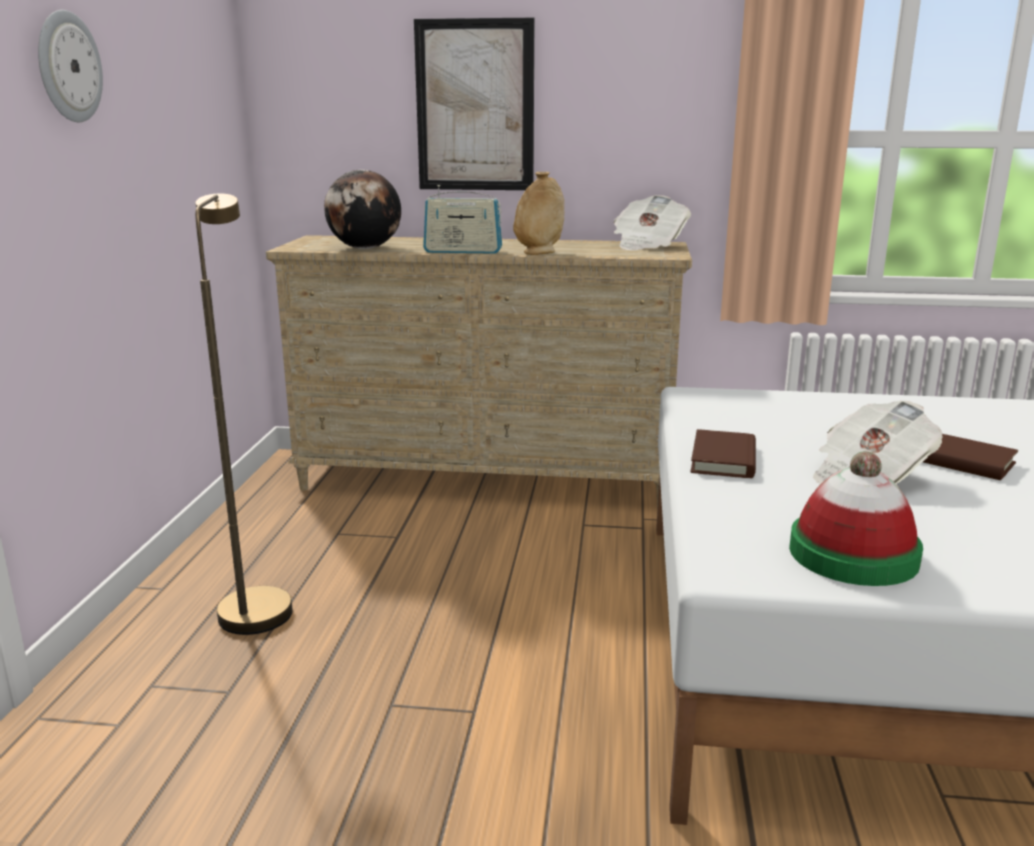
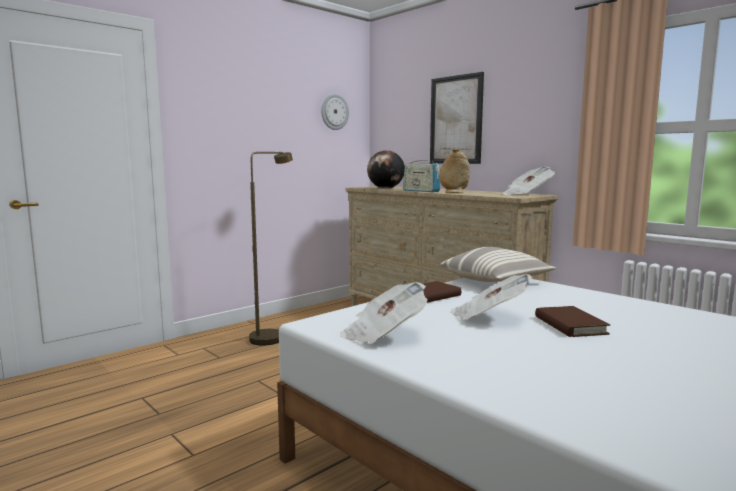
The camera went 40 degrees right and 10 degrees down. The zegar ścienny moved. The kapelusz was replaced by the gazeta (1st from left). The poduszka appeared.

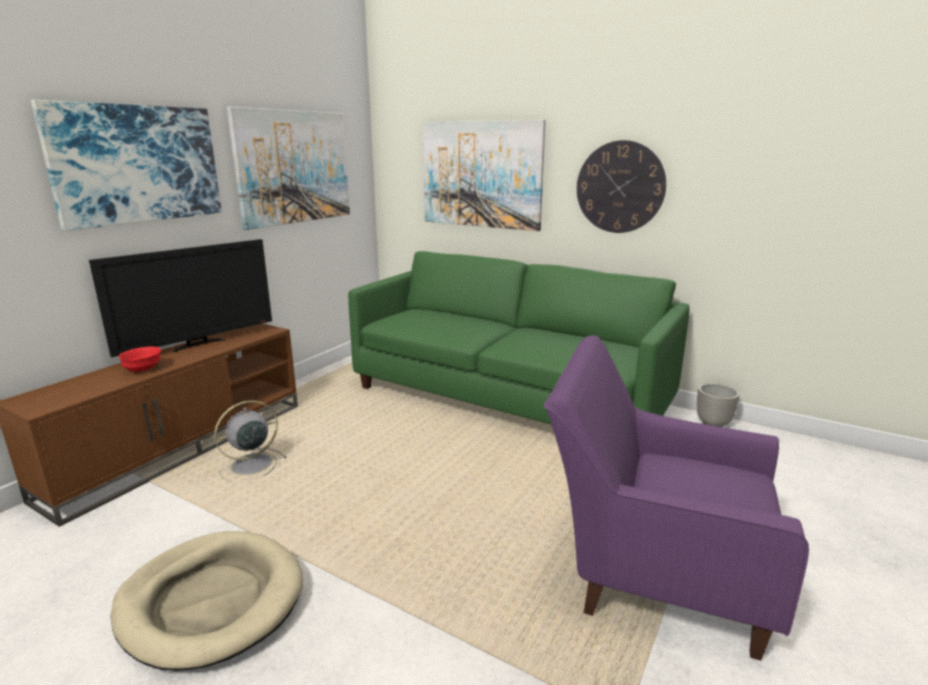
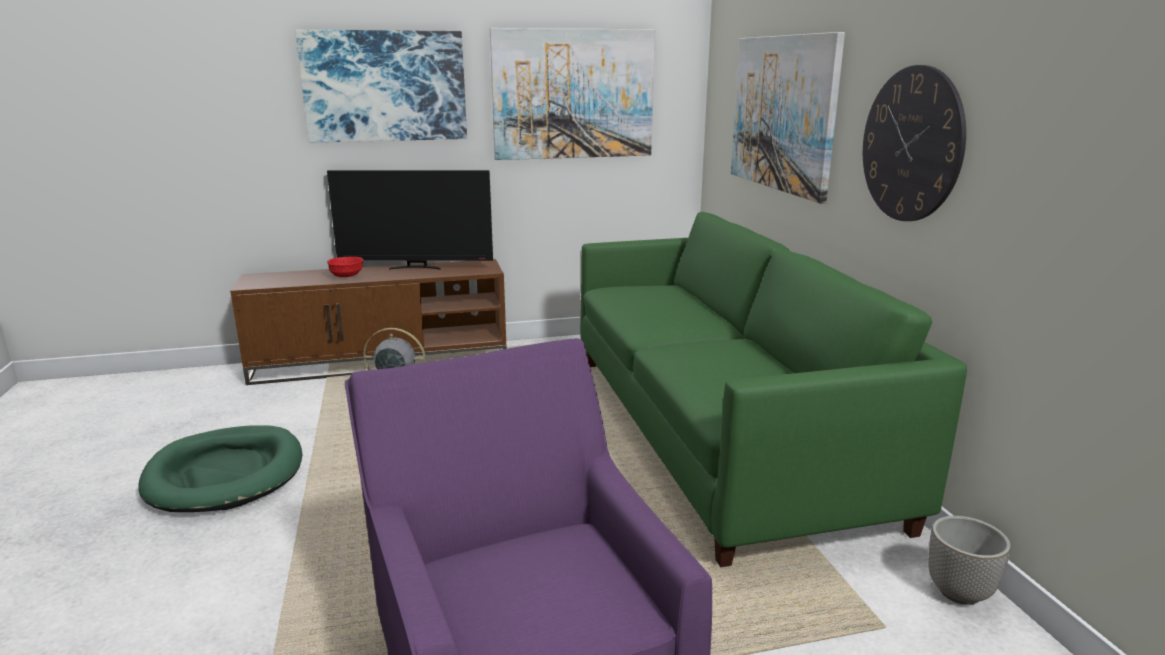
The camera went 45 degrees right and 0 degrees up. The legowisko [beżowy] became the legowisko [zielony].

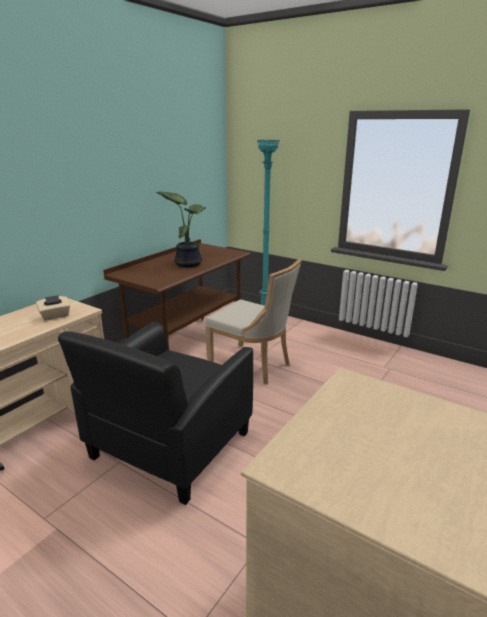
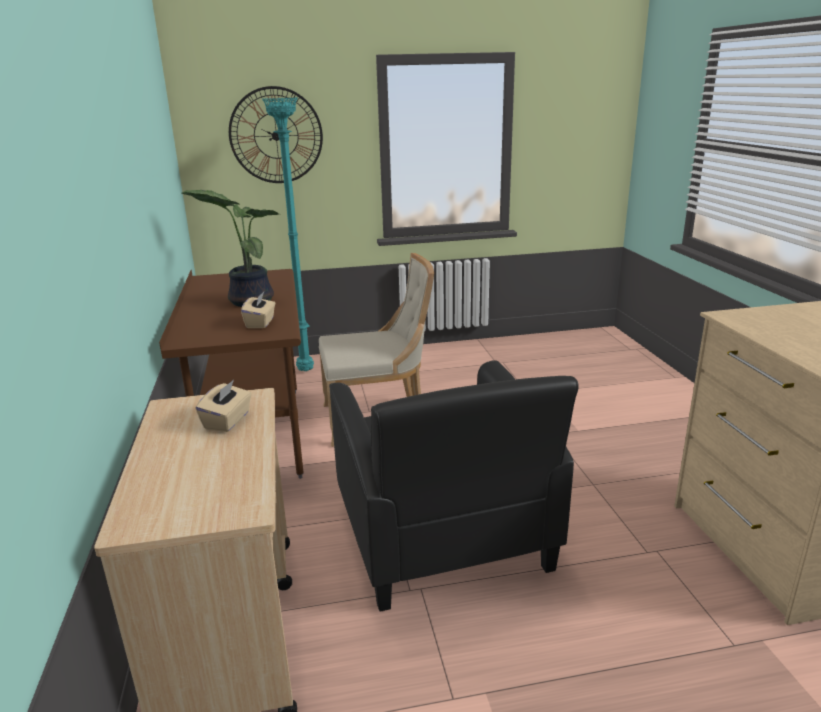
The camera went 45 degrees left and 0 degrees up. The zegar ścienny appeared. The pudełko chusteczek [beżowy] (2nd from left) appeared.

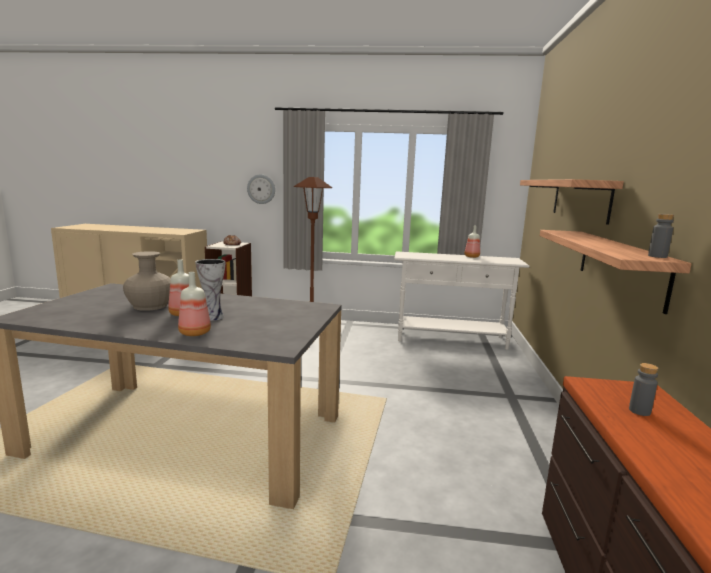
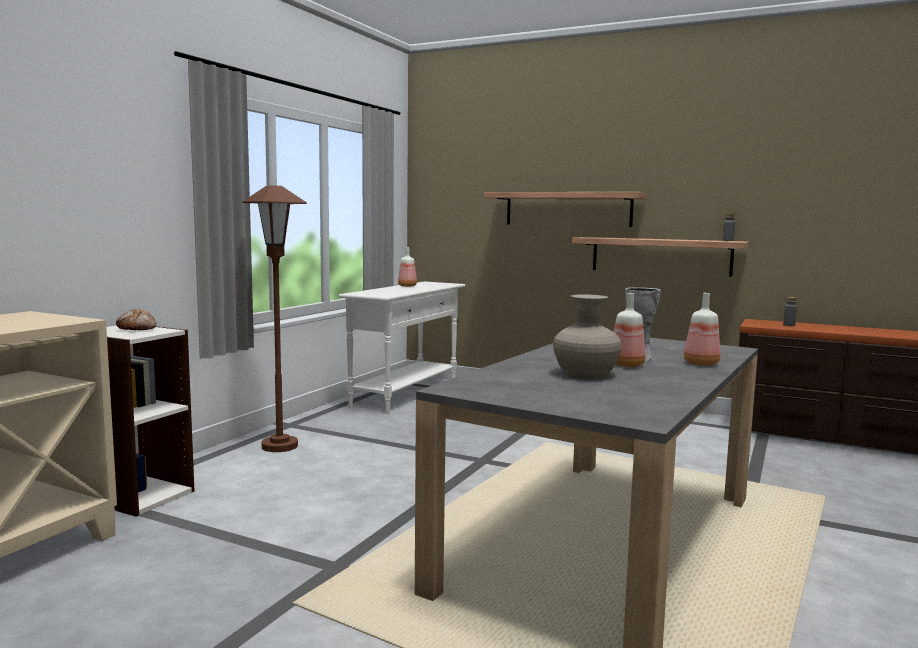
The camera went 70 degrees left and 5 degrees down. The zegar ścienny disappeared.

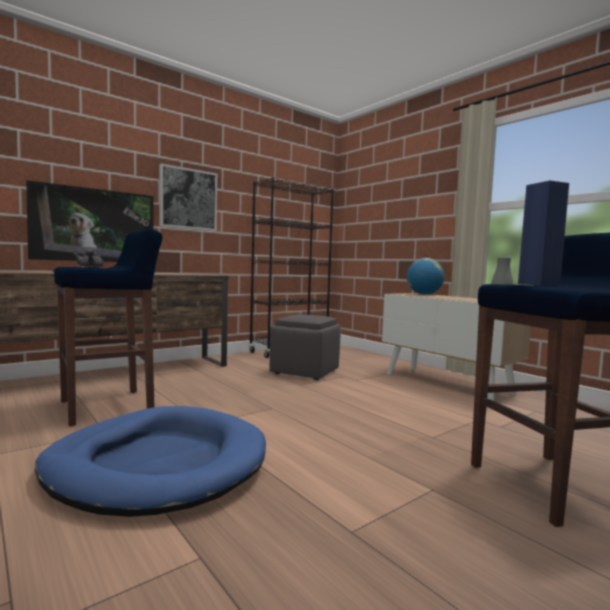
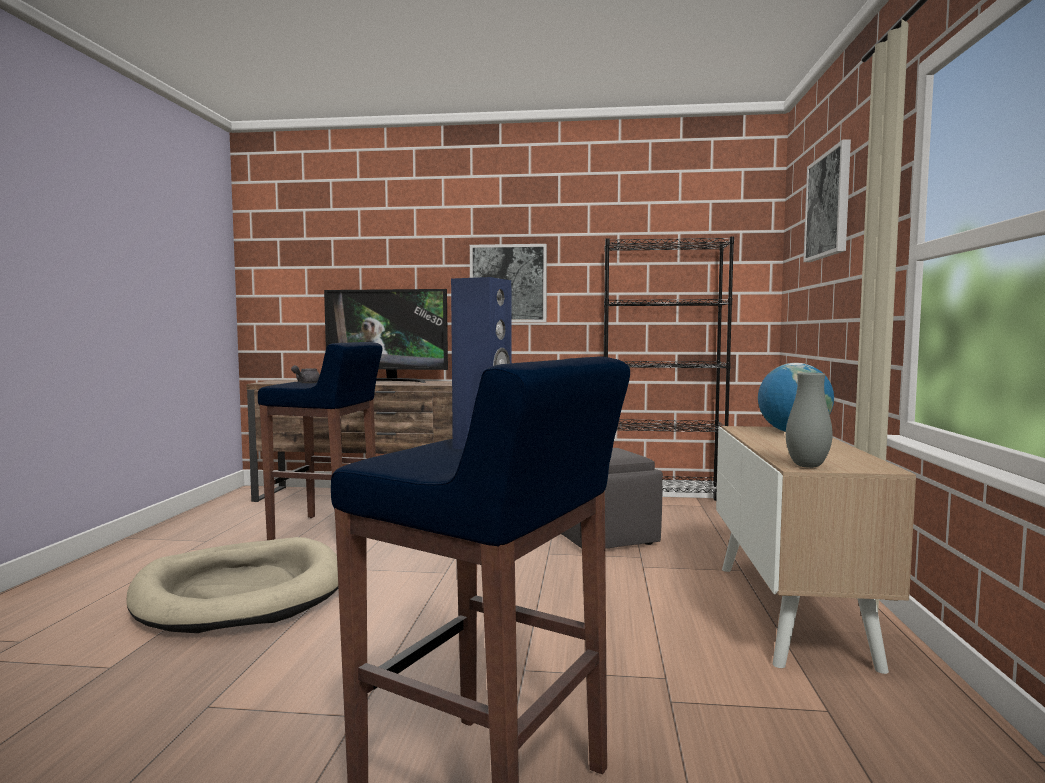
The camera went 45 degrees right and 0 degrees up. The legowisko [niebieski] became the legowisko [beżowy]. The obraz (2nd from left) appeared.

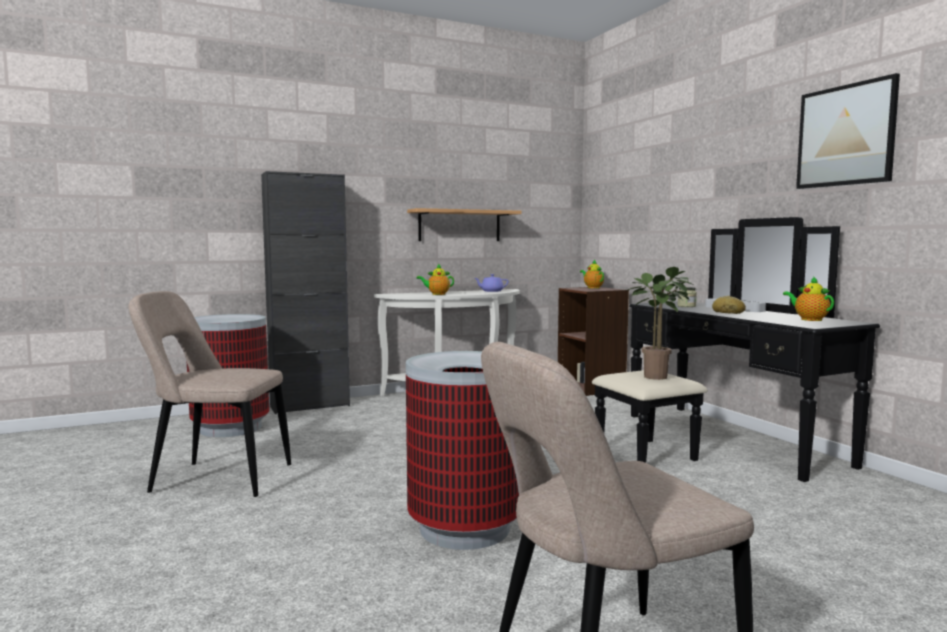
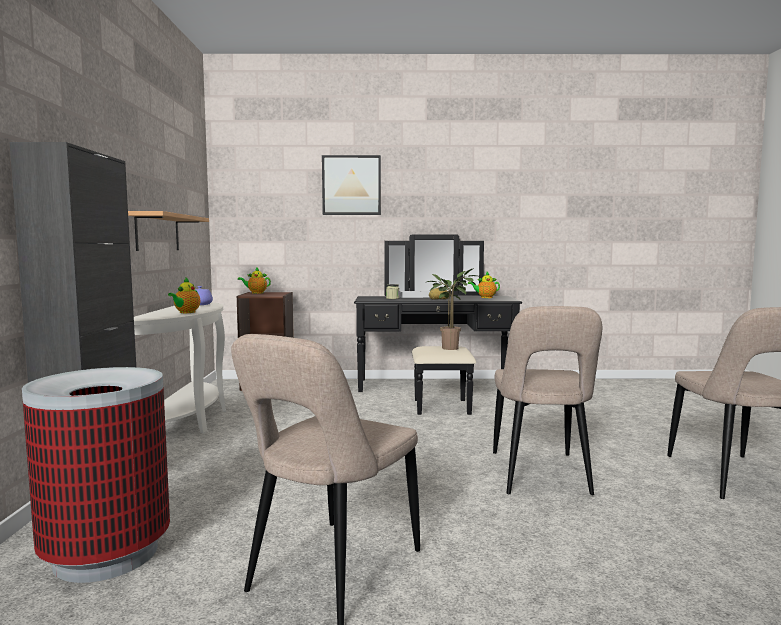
The camera went 65 degrees left and 0 degrees up. The obraz moved. The kosz na śmieci (2nd from left) was replaced by the krzesło [beżowy] (2nd from left).

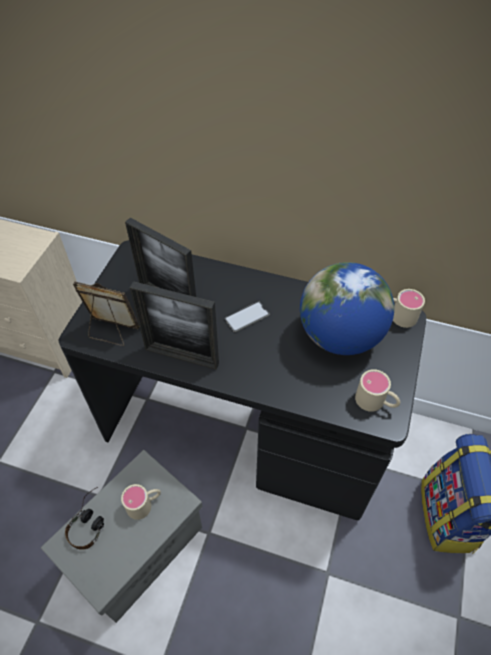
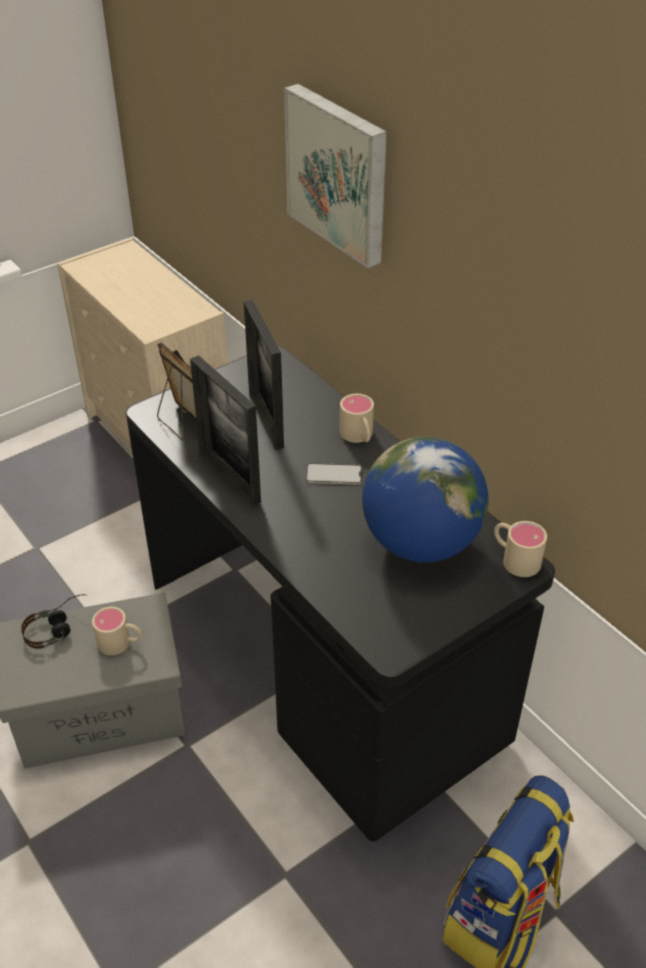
The camera went 35 degrees right and 10 degrees down. The kubek [beżowy] (2nd from left) moved. The obraz appeared.

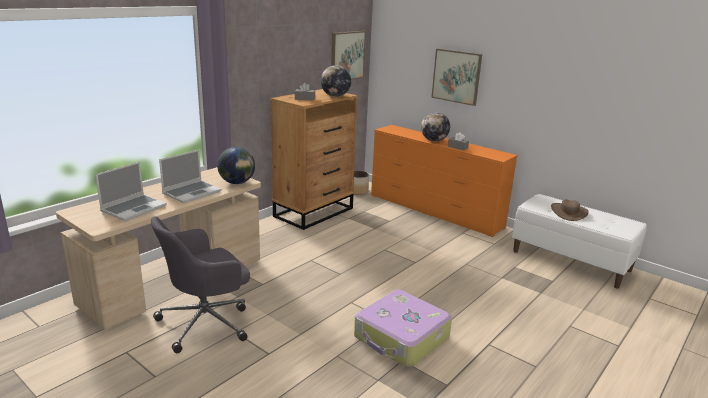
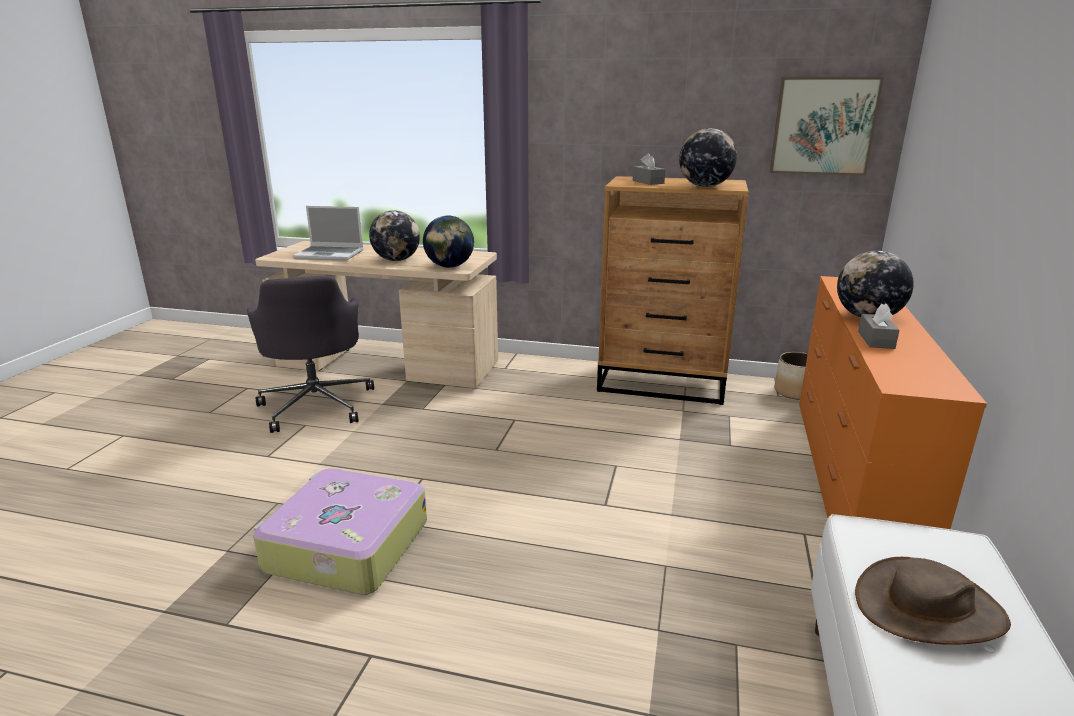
The camera went 65 degrees right and 0 degrees up. The obraz (2nd from left) disappeared. The laptop (2nd from left) was replaced by the globus (1st from left). The krzesło biurowe [szary] turned 135 degrees counterclockwise.

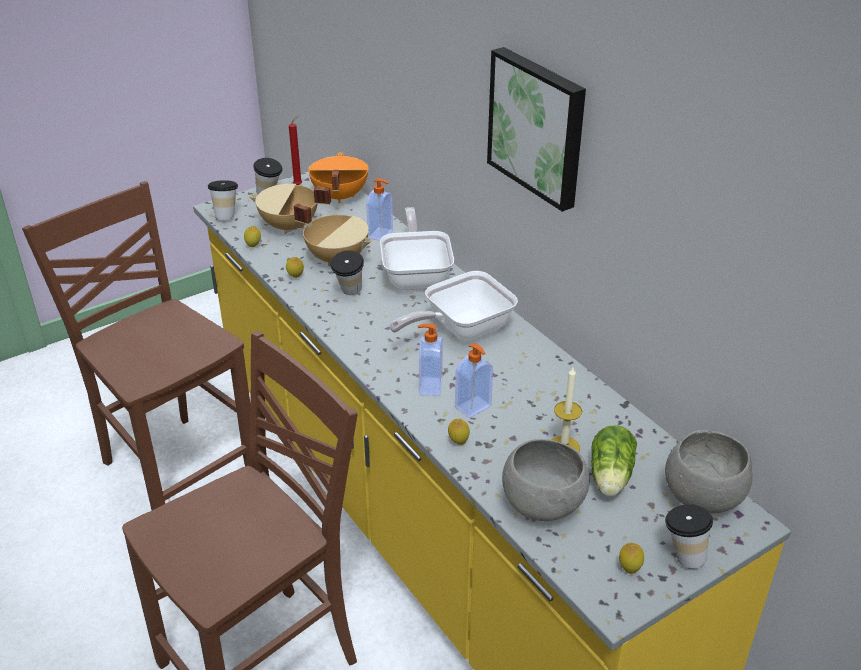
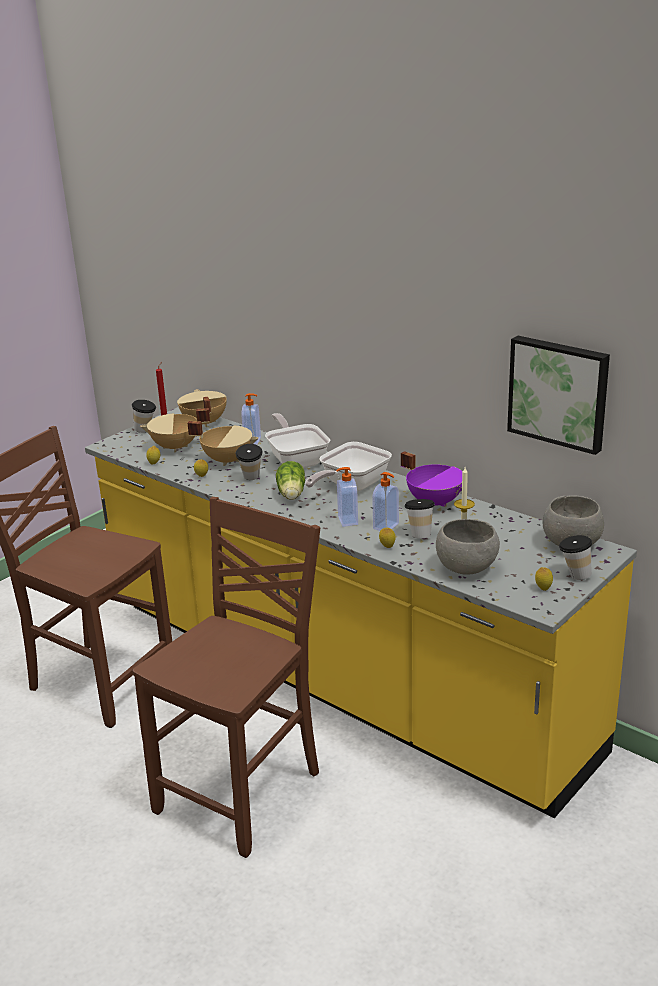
The camera went 15 degrees left and 10 degrees down. The obraz moved. The garnek [pomarańczowy] became the garnek [beżowy] (2nd from left). The filiżanka (1st from left in the first image) moved. The sałata moved. The garnek [fioletowy] appeared.

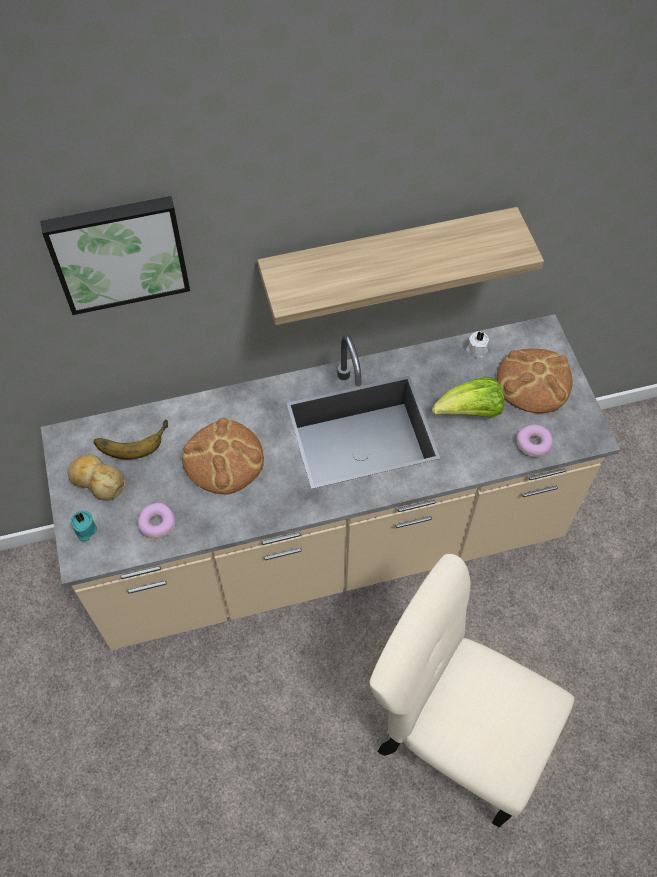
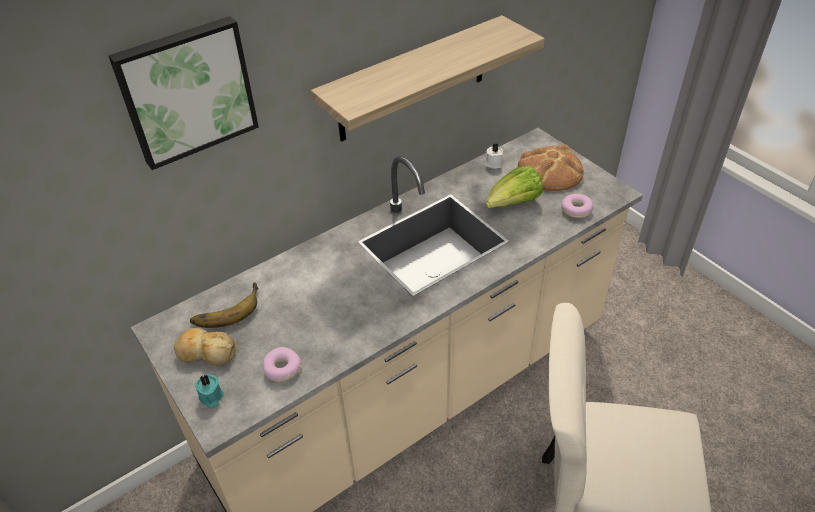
The camera went 20 degrees left and 15 degrees down. The chleb (2nd from left) disappeared.

